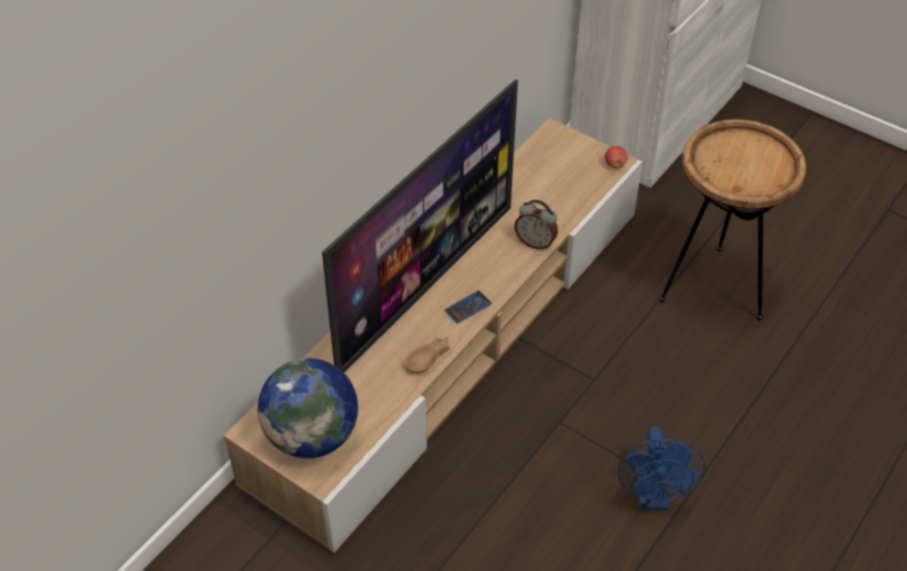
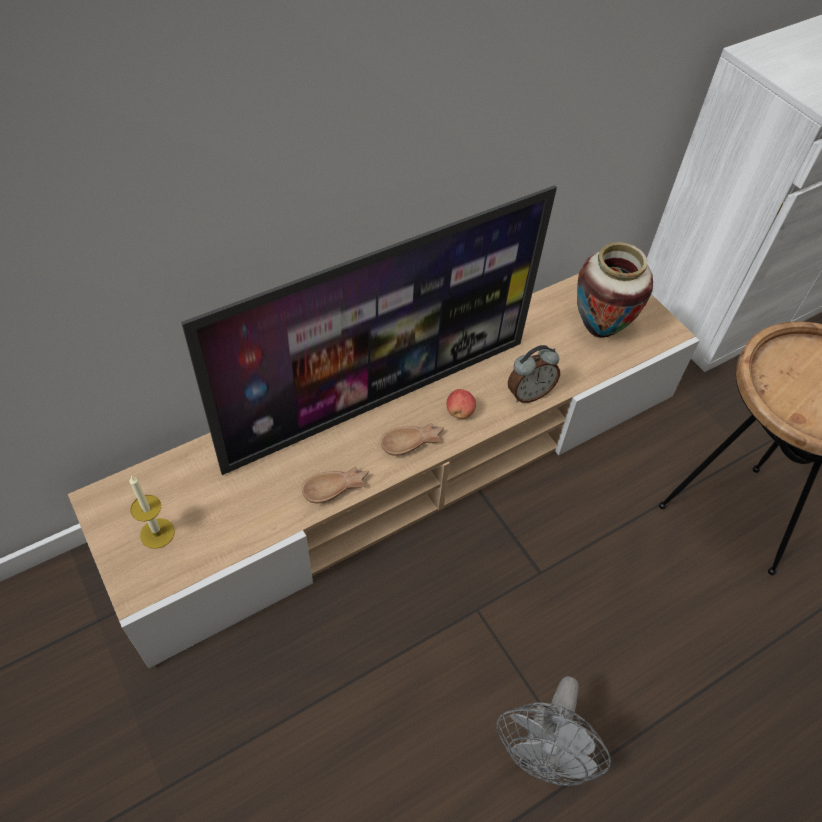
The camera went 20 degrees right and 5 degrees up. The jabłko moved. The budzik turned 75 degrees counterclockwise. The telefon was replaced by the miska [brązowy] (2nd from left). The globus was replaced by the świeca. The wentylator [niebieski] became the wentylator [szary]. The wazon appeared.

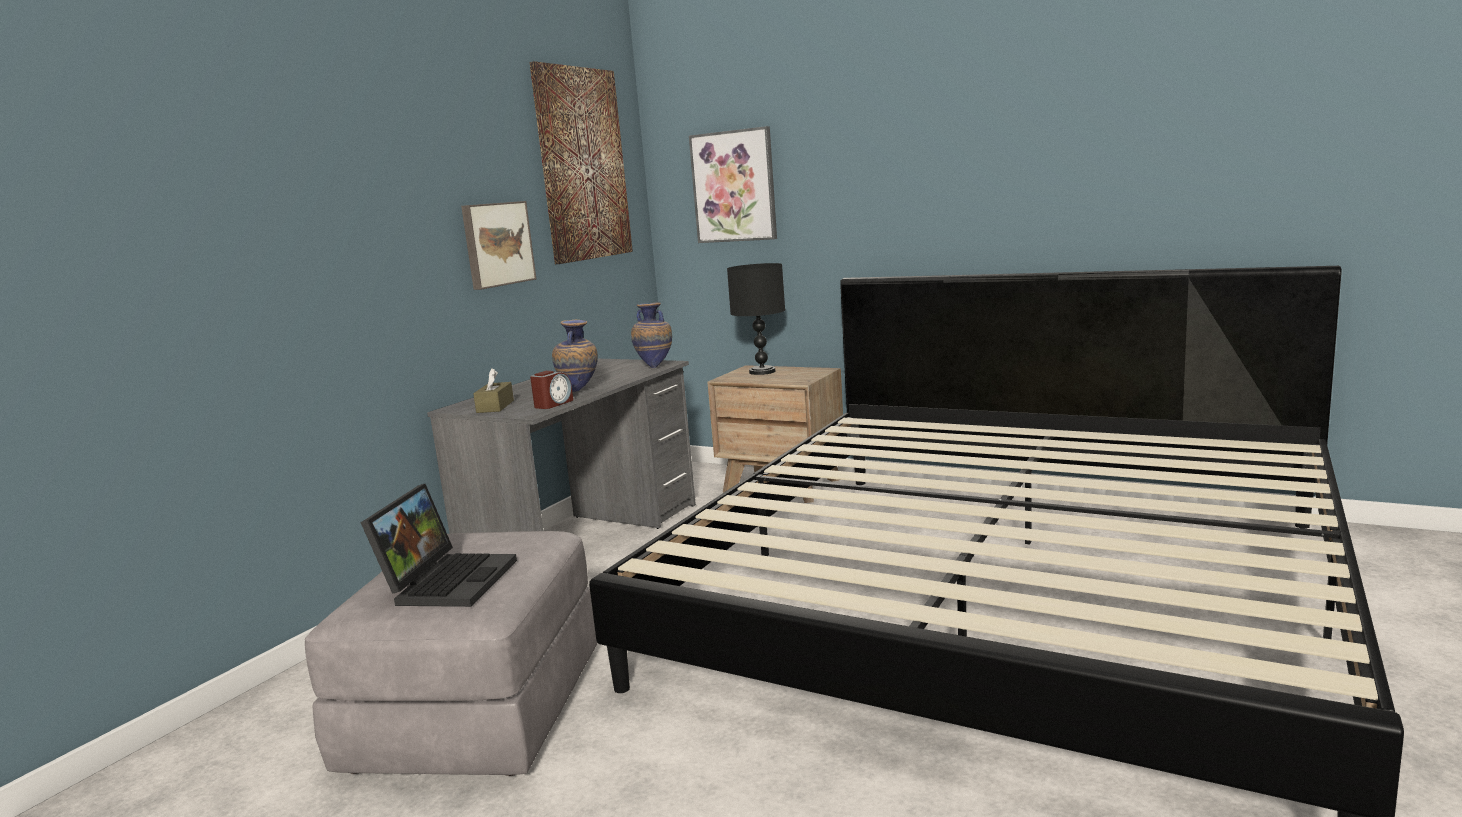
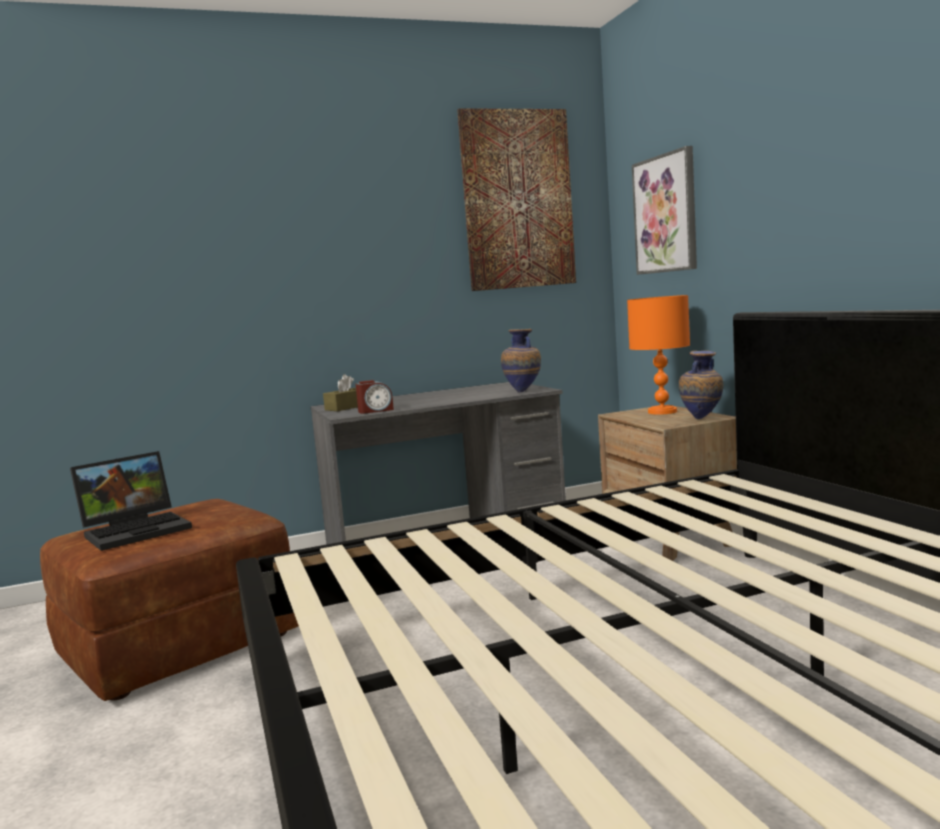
The camera went 40 degrees right and 5 degrees down. The obraz (1st from left) disappeared. The lampa stołowa [czarny] became the lampa stołowa [pomarańczowy]. The wazon (1st from left in the first image) moved. The pufa [szary] became the pufa [brązowy].

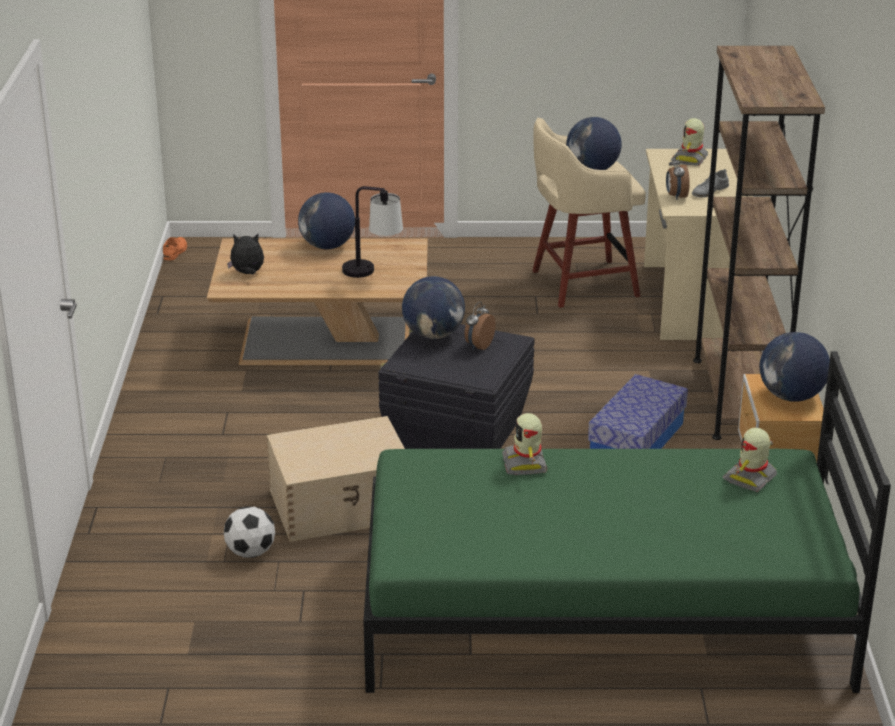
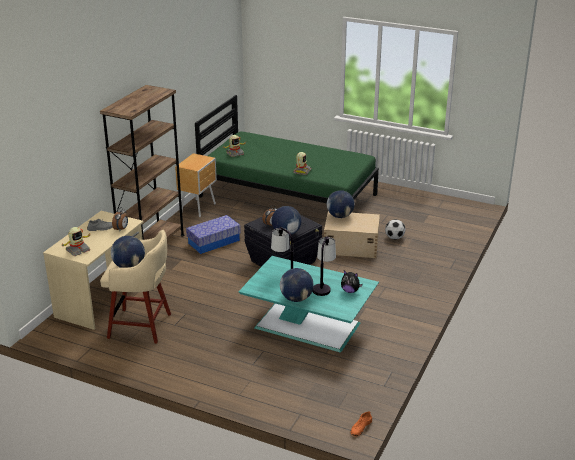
The camera went 155 degrees left and 0 degrees up. The ława [brązowy] became the ława [turkusowy]. The globus (4th from left) moved. The lampa stołowa (2nd from left) appeared.

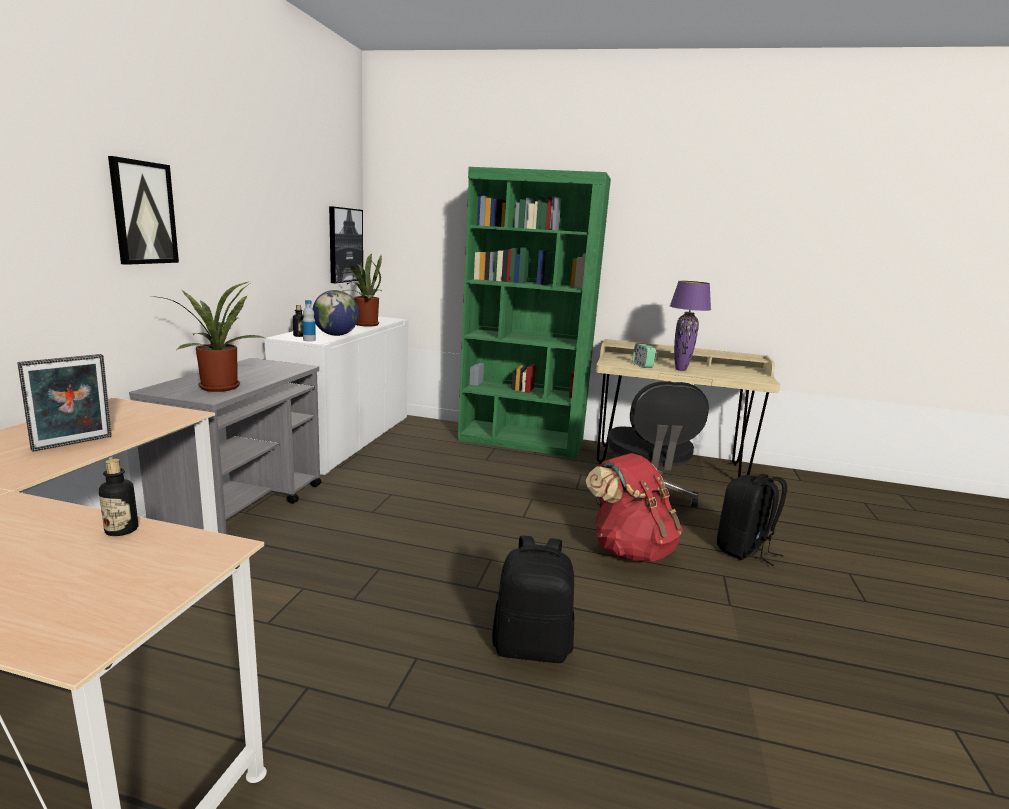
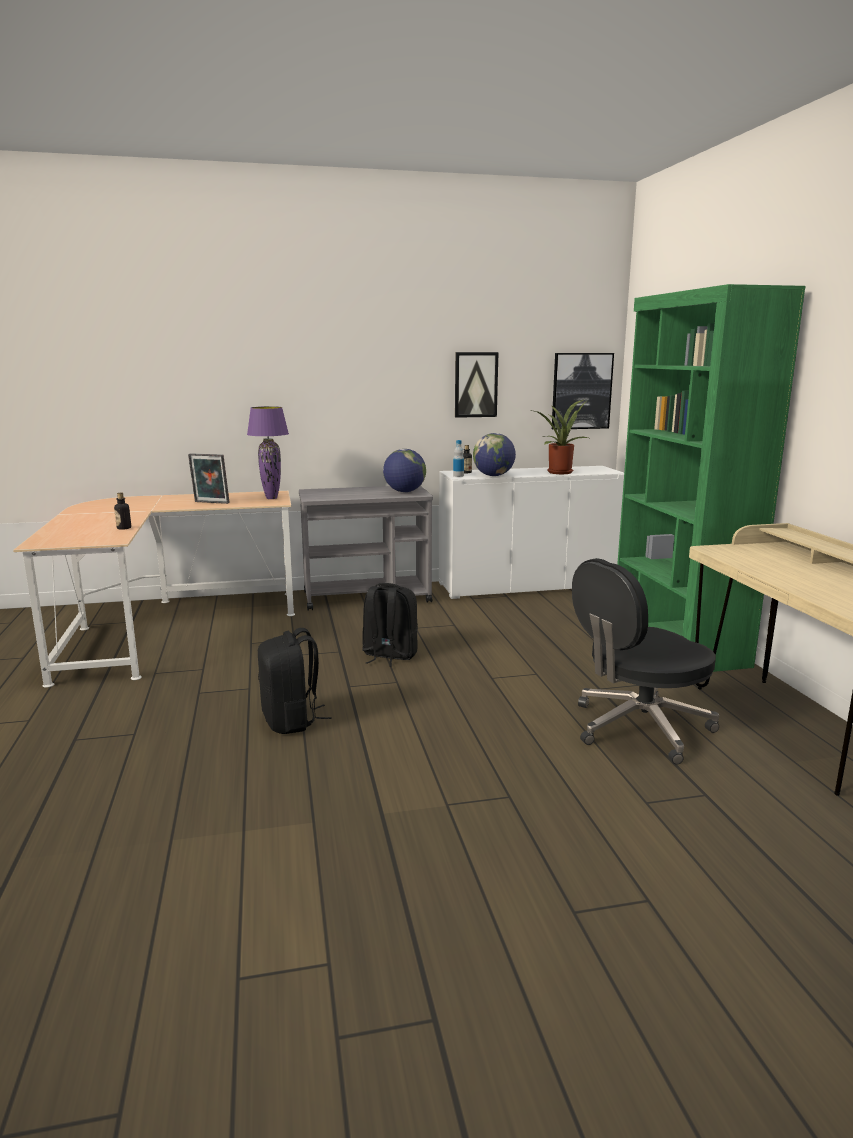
The camera went 65 degrees right and 0 degrees up. The obraz (1st from left) moved. The lampa stołowa [fioletowy] moved. The roślina doniczkowa (1st from left) disappeared. The budzik disappeared. The plecak [czerwony] disappeared. The plecak [czarny] (2nd from left) moved. The globus (1st from left) appeared.

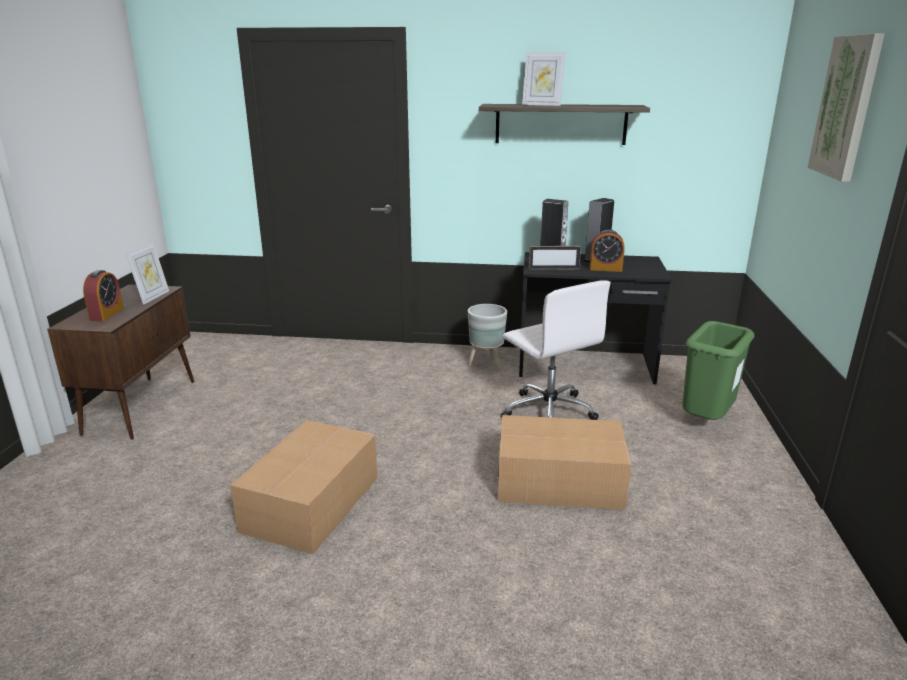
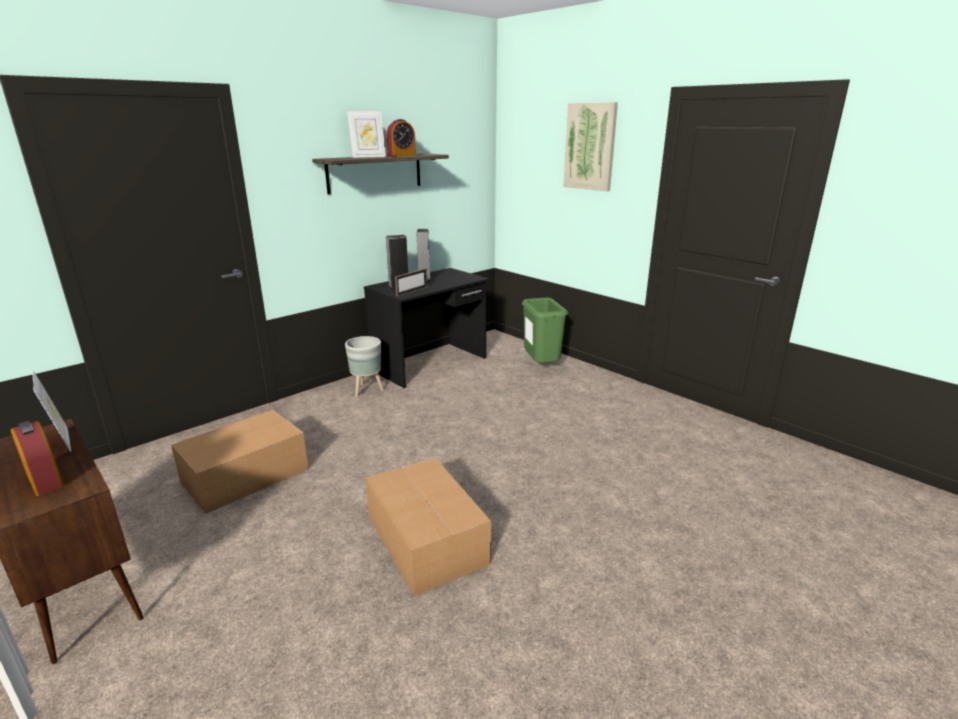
The camera went 50 degrees left and 0 degrees up. The budzik (2nd from left) moved. The krzesło biurowe [biały] disappeared. The karton (2nd from left in the first image) moved.

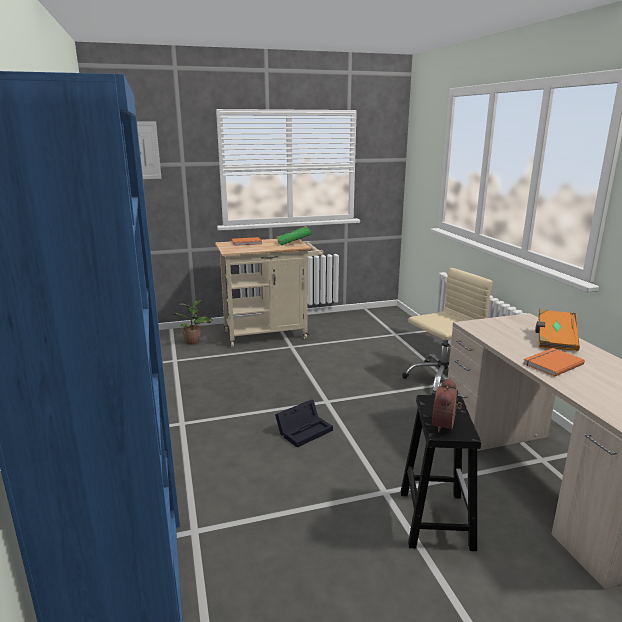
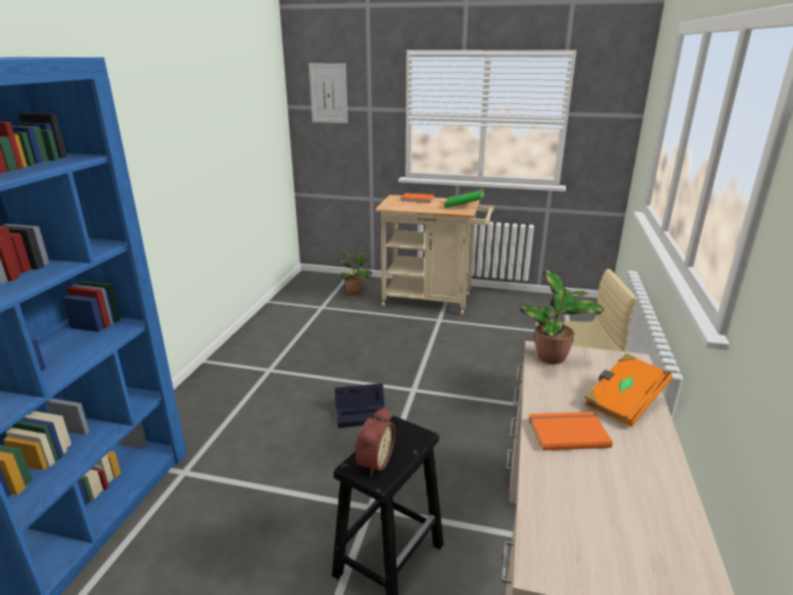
The camera went 30 degrees right and 5 degrees up. The budzik turned 150 degrees clockwise. The roślina doniczkowa (2nd from left) appeared.

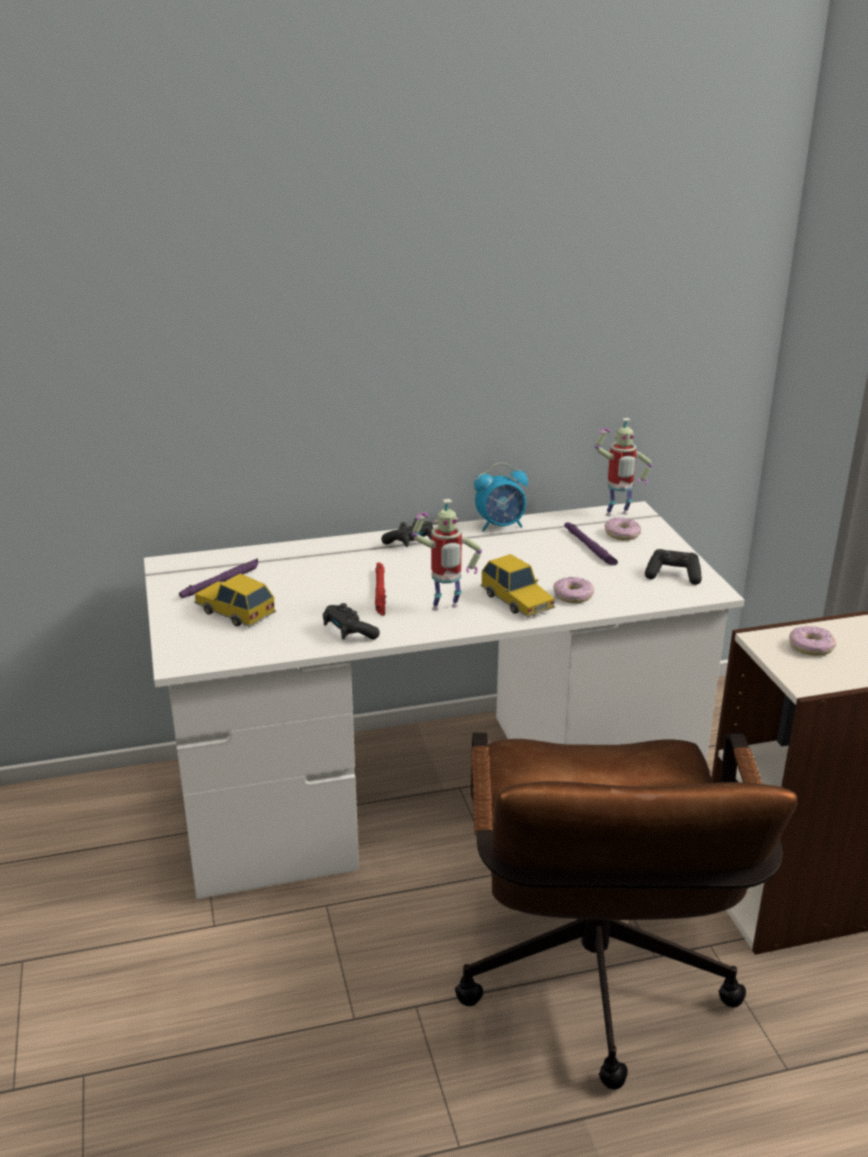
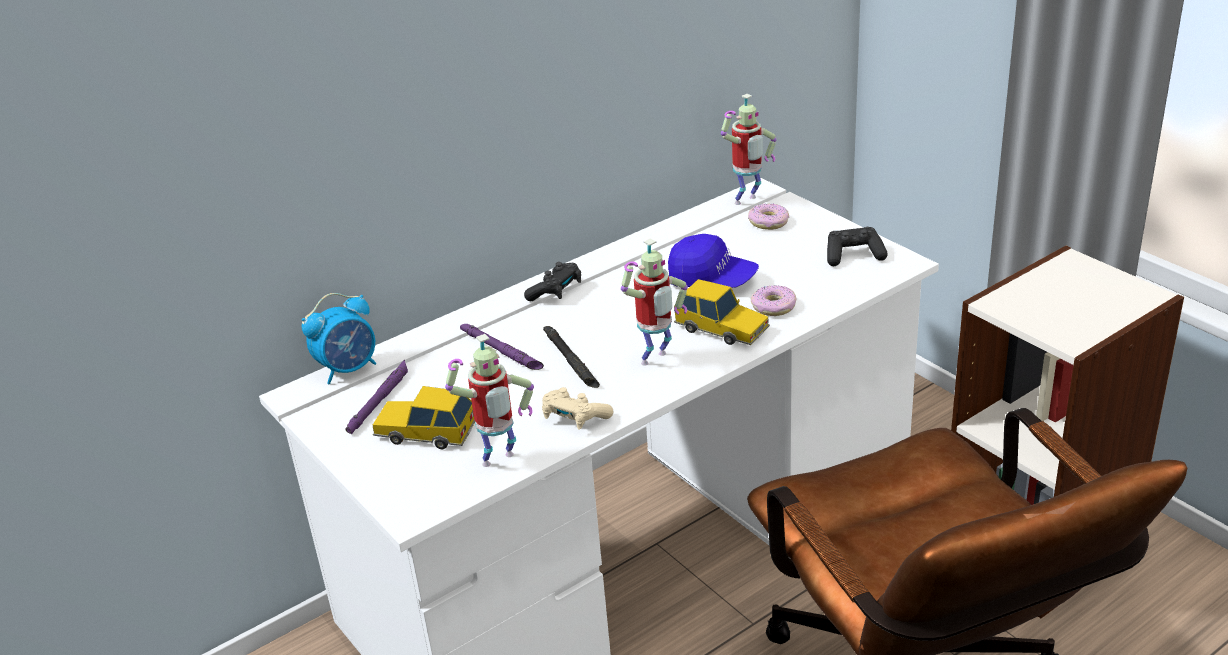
The camera went 20 degrees left and 5 degrees up. The budzik moved. The latarka [fioletowy] (2nd from left) moved. The latarka [czerwony] became the latarka [czarny]. The pad do gier [czarny] (1st from left) became the pad do gier [beżowy]. The donut (3rd from left) disappeared. The czapka z daszkiem [niebieski] appeared. The robot zabawkowy (1st from left) appeared.

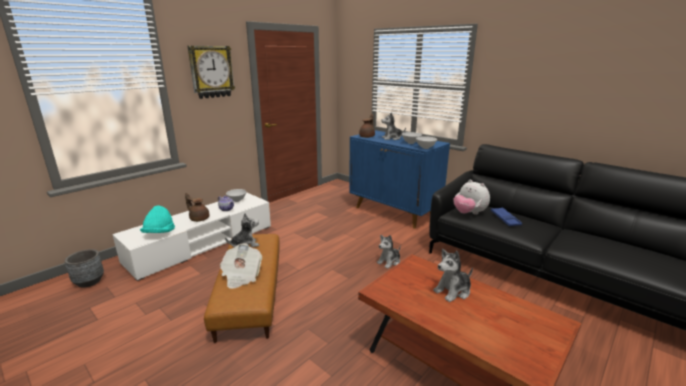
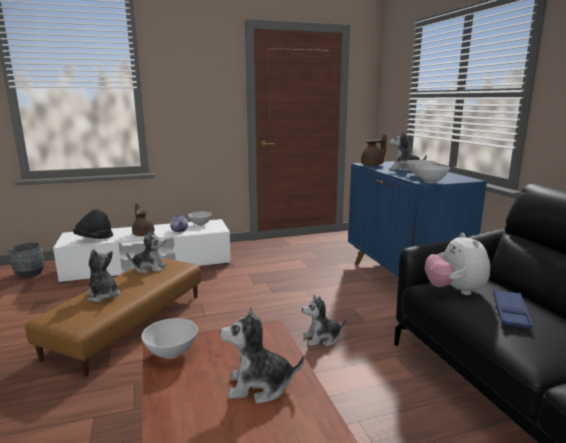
The camera went 30 degrees right and 5 degrees down. The zegar ścienny disappeared. The kapelusz [turkusowy] became the kapelusz [czarny]. The gazeta was replaced by the pluszak (1st from left). The miska [biały] (1st from left) appeared.

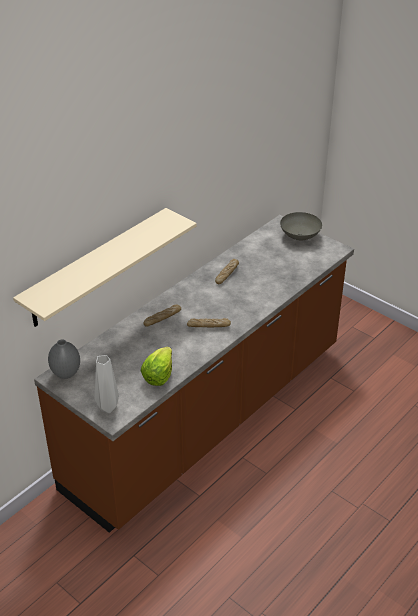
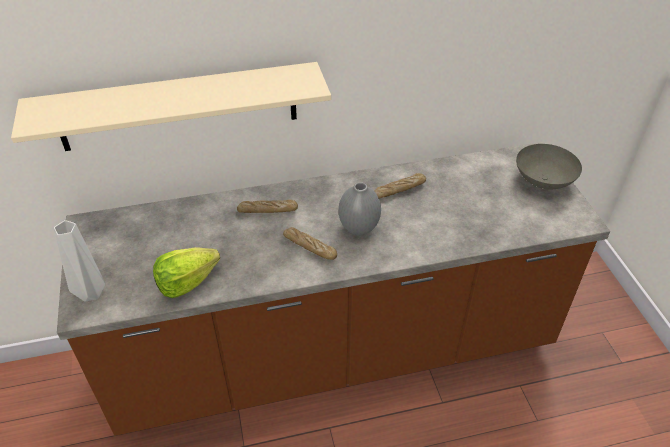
The camera went 35 degrees right and 5 degrees up. The wazon [szary] (1st from left in the first image) moved.

